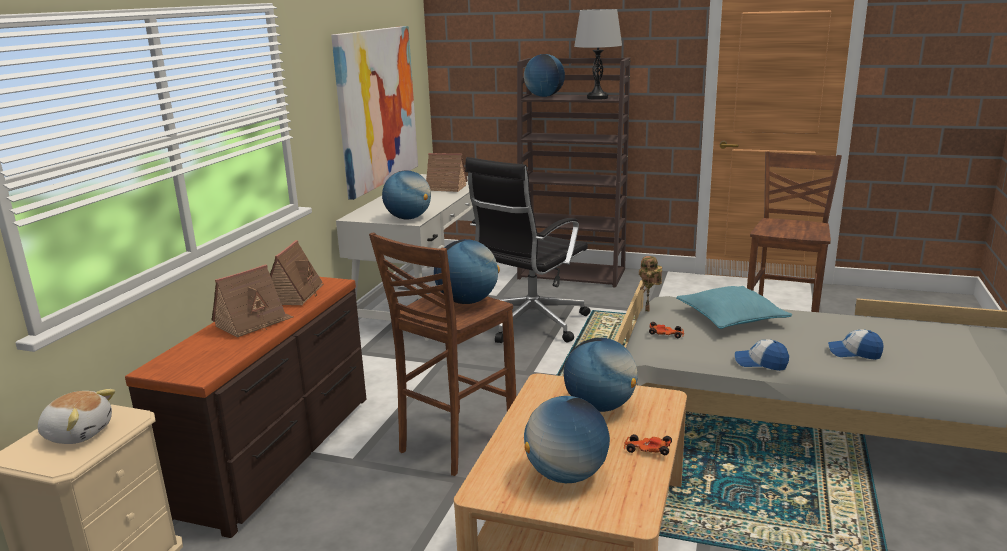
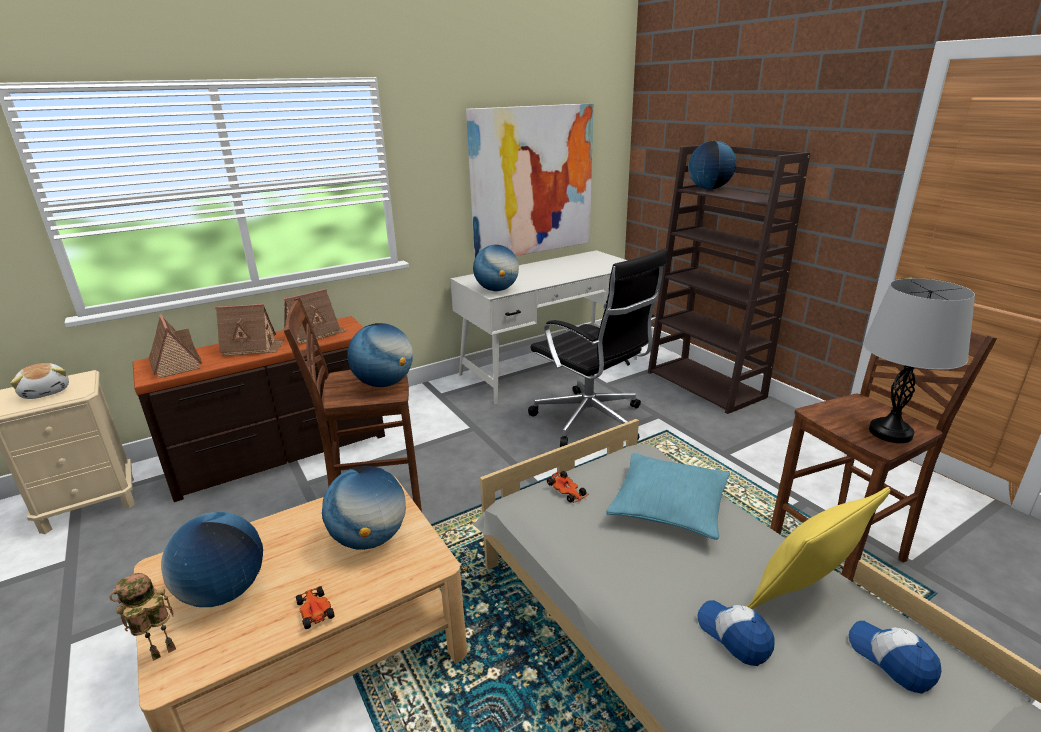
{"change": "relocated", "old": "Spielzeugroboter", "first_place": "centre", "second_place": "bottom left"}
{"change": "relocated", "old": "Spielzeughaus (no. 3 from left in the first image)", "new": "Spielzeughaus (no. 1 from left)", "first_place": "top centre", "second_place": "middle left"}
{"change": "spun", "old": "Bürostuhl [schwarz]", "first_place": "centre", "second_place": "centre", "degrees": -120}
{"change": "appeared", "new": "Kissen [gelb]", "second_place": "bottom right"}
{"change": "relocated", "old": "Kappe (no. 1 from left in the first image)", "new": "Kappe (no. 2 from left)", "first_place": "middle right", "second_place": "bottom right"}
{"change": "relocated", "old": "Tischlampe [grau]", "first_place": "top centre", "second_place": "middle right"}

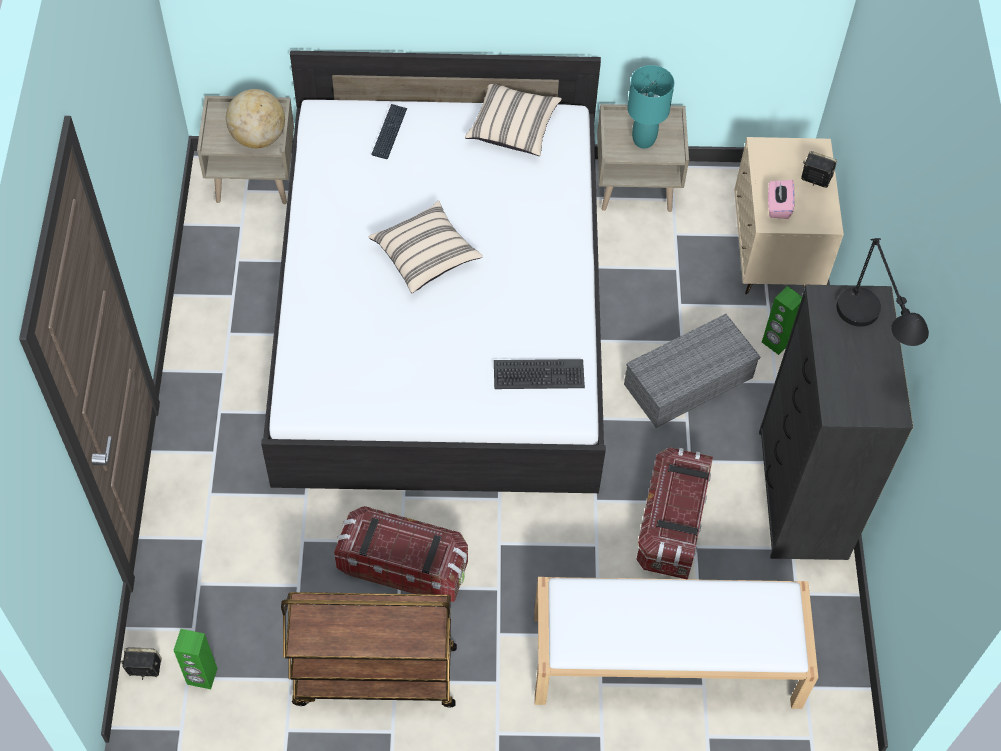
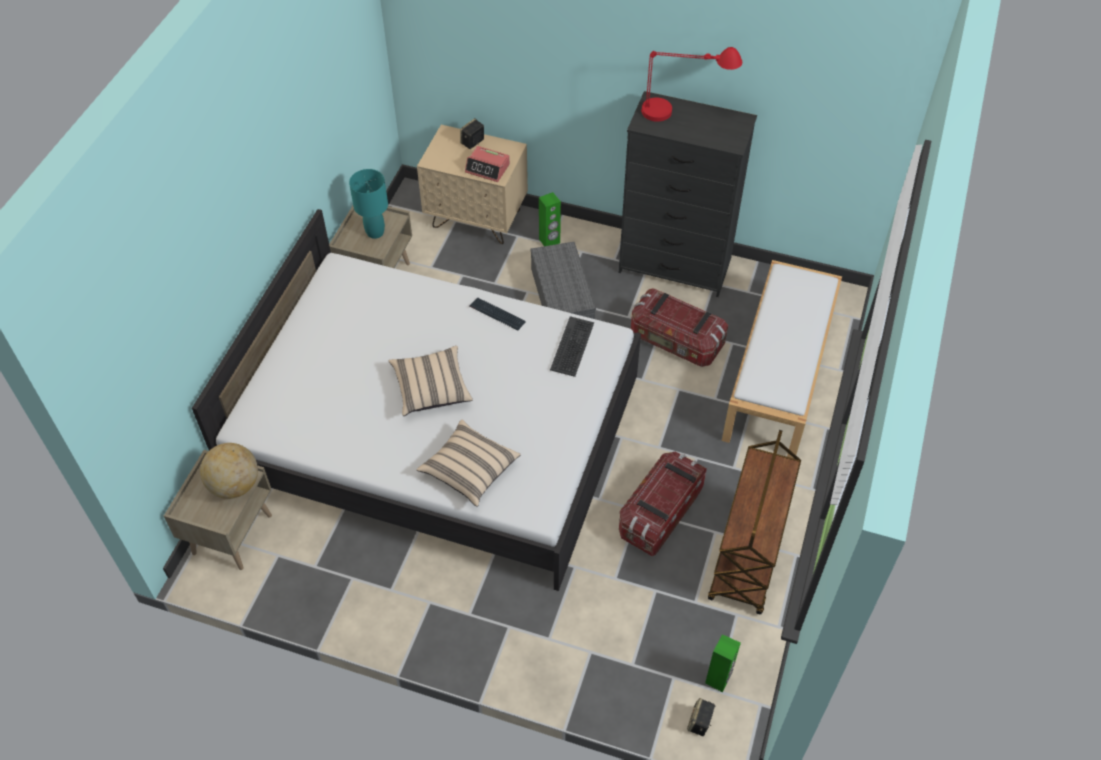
{"change": "relocated", "old": "Kissen [beige] (no. 2 from left)", "first_place": "top centre", "second_place": "centre"}
{"change": "exchanged", "old": "Taschentuchbox [rosa]", "new": "Wecker", "first_place": "top right", "second_place": "top centre"}
{"change": "relocated", "old": "Tastatur (no. 1 from left)", "first_place": "top centre", "second_place": "centre"}
{"change": "colour", "old": "Tischlampe [schwarz]", "new": "Tischlampe [rot]", "first_place": "middle right", "second_place": "top centre"}

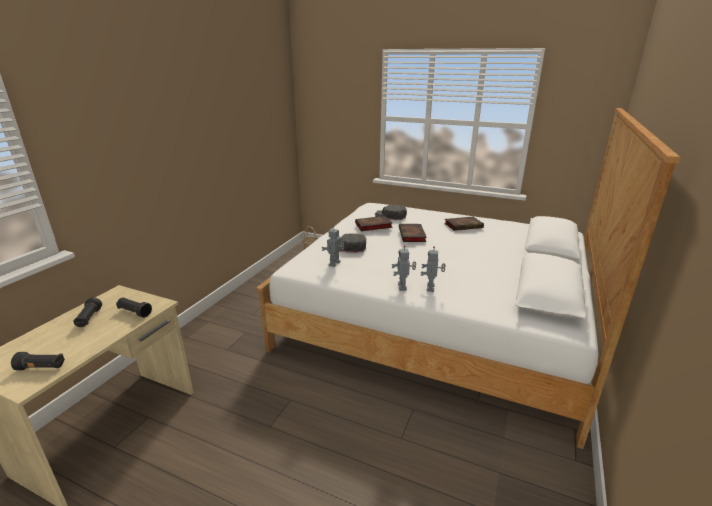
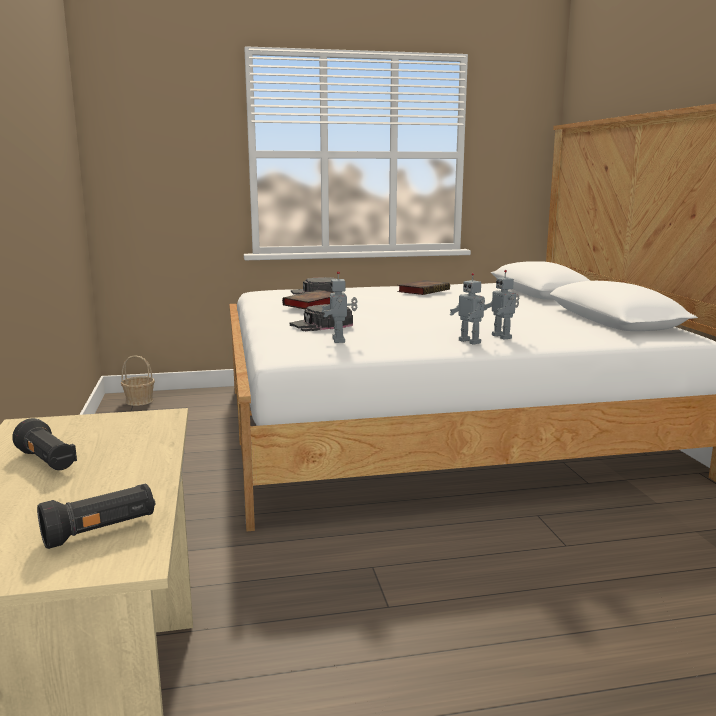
{"change": "missing", "old": "Taschenlampe [schwarz] (no. 3 from left)", "first_place": "middle left"}
{"change": "missing", "old": "Buch (no. 2 from left)", "first_place": "centre"}

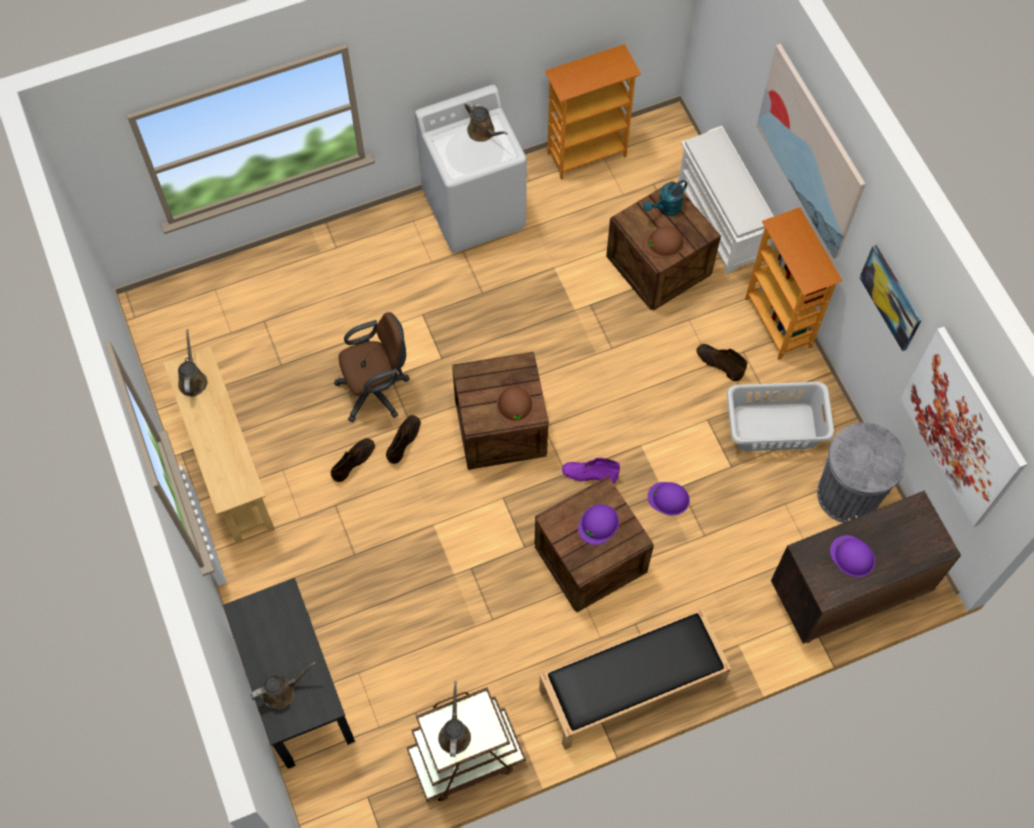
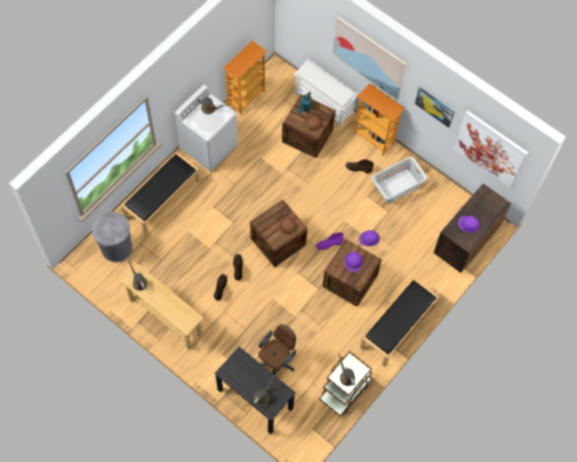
{"change": "relocated", "old": "Mülleimer [grau]", "first_place": "middle right", "second_place": "middle left"}
{"change": "appeared", "new": "Bank [schwarz] (no. 1 from left)", "second_place": "middle left"}
{"change": "relocated", "old": "Bürostuhl [braun]", "first_place": "centre", "second_place": "bottom centre"}

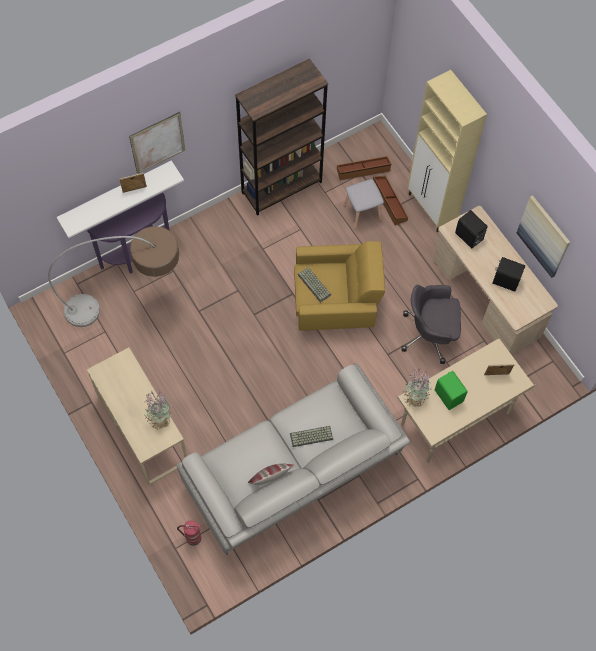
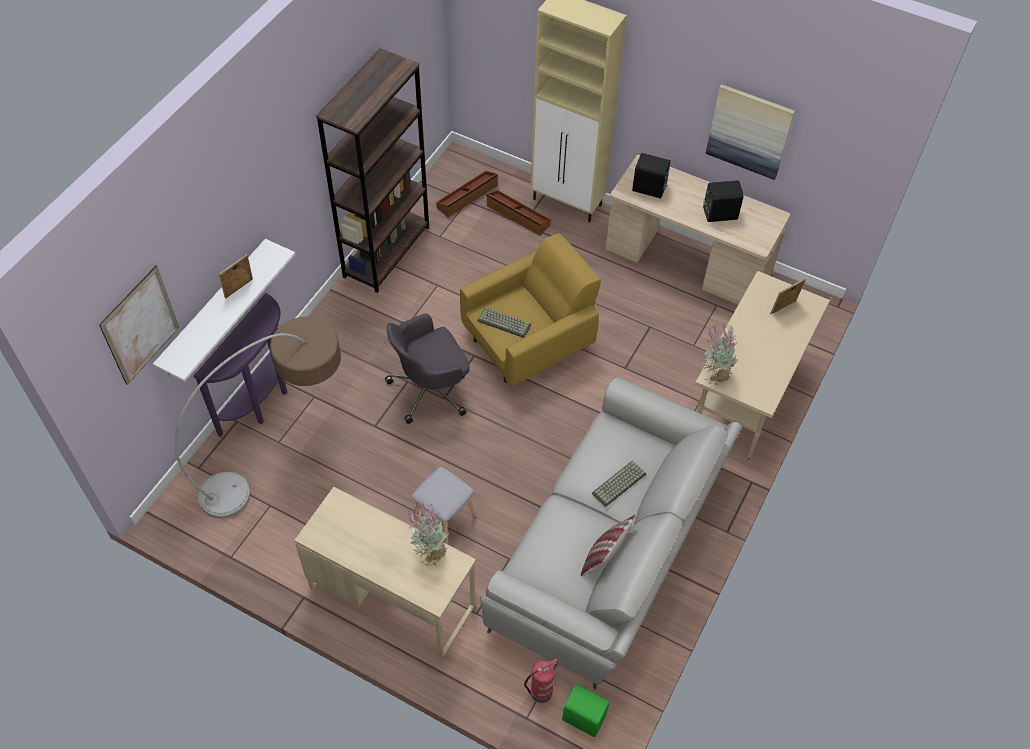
{"change": "relocated", "old": "Bild (no. 1 from left)", "first_place": "top left", "second_place": "middle left"}
{"change": "relocated", "old": "Bürostuhl [grau]", "first_place": "middle right", "second_place": "centre"}
{"change": "relocated", "old": "Hocker [grau]", "first_place": "top centre", "second_place": "bottom centre"}
{"change": "relocated", "old": "Lautsprecher [grün]", "first_place": "middle right", "second_place": "bottom centre"}

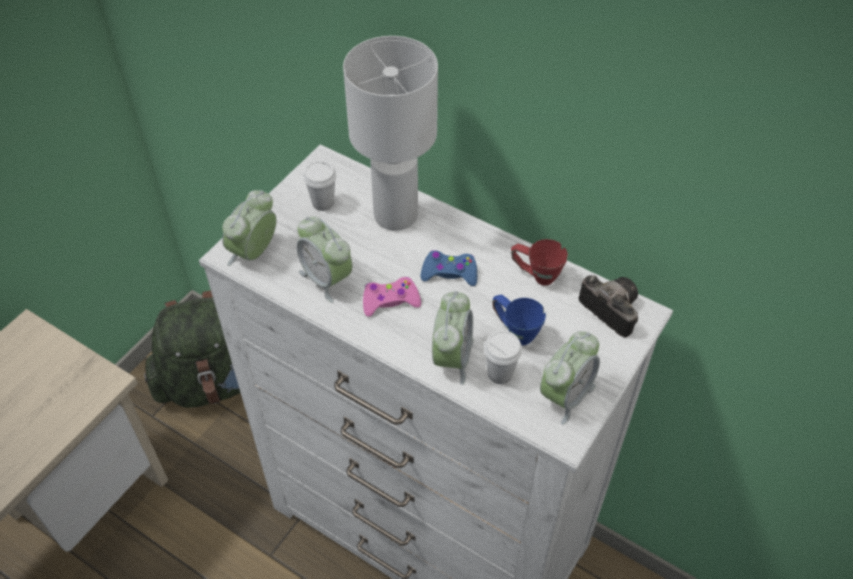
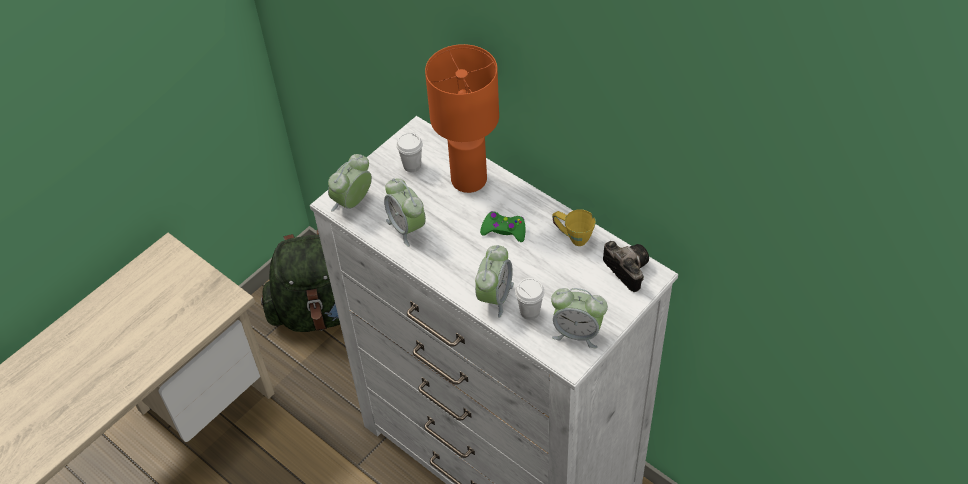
{"change": "colour", "old": "Tischlampe [weiß]", "new": "Tischlampe [orange]", "first_place": "top centre", "second_place": "top centre"}
{"change": "colour", "old": "Gamepad [blau]", "new": "Gamepad [grün]", "first_place": "centre", "second_place": "centre"}
{"change": "spun", "old": "Wecker (no. 4 from left)", "first_place": "middle right", "second_place": "centre", "degrees": 60}
{"change": "colour", "old": "Henkelbecher [rot]", "new": "Henkelbecher [gelb]", "first_place": "centre", "second_place": "centre"}
{"change": "missing", "old": "Gamepad [rosa]", "first_place": "centre"}
{"change": "missing", "old": "Henkelbecher [blau]", "first_place": "centre"}

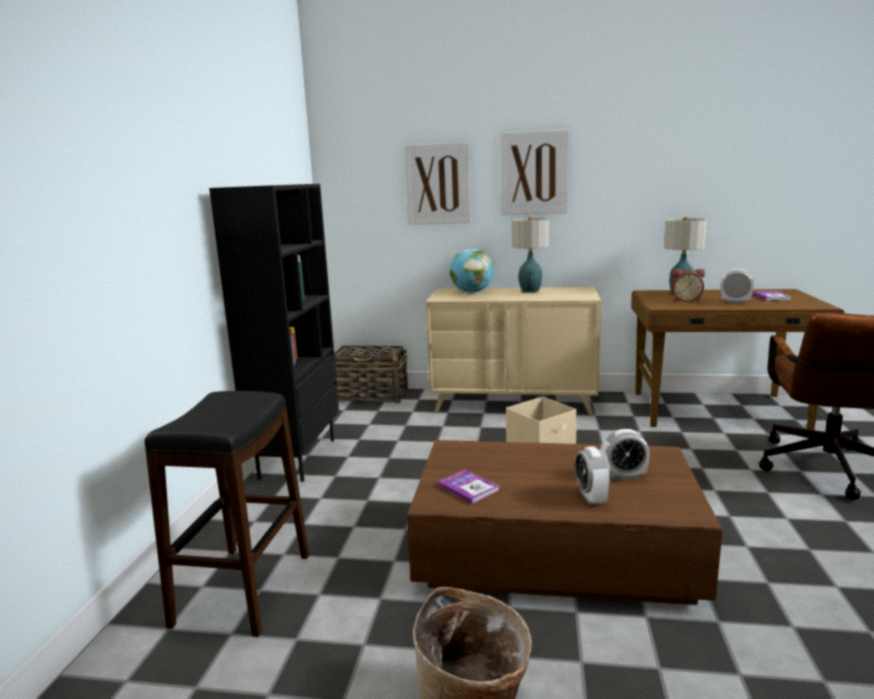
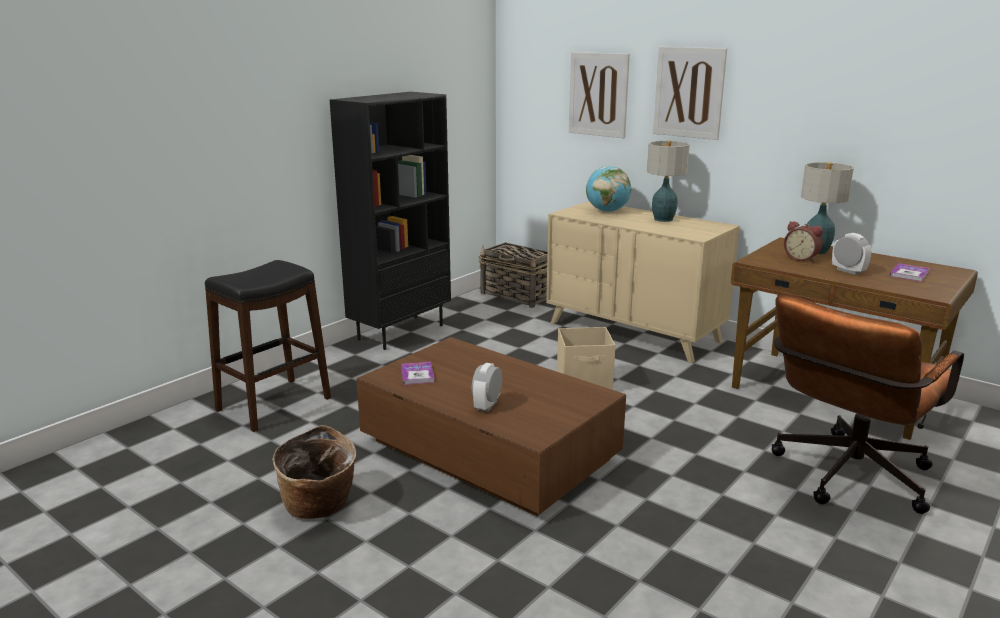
{"change": "missing", "old": "Wecker (no. 2 from left)", "first_place": "middle right"}

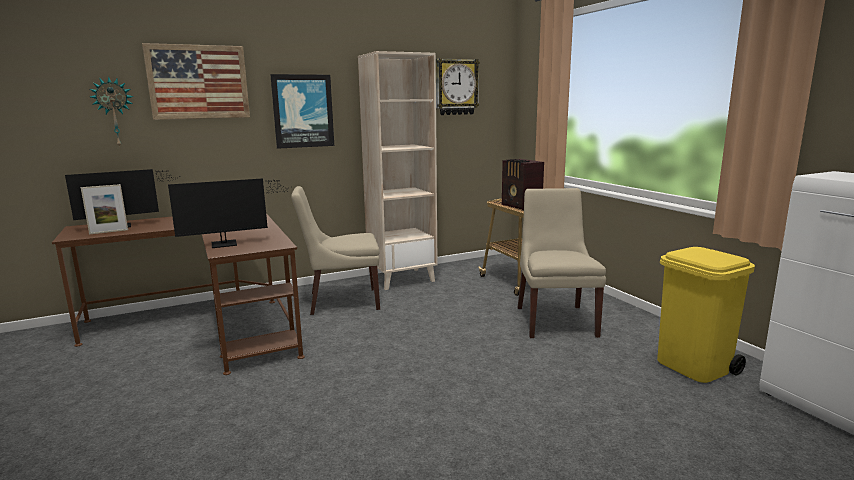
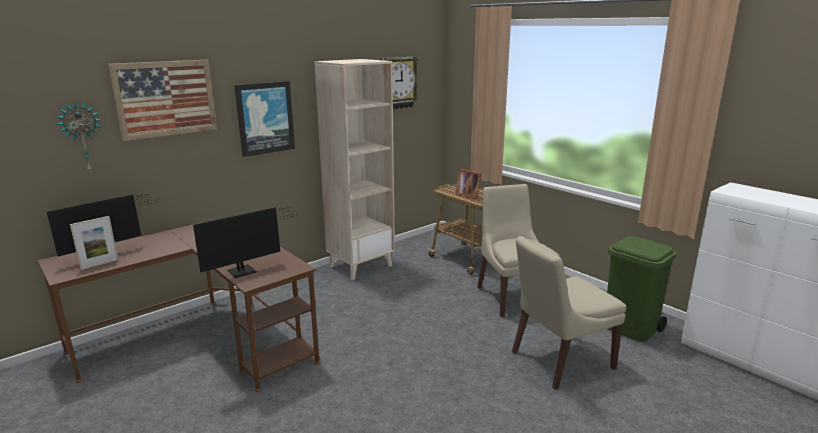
{"change": "exchanged", "old": "Radio", "new": "Bilderrahmen (no. 2 from left)", "first_place": "centre", "second_place": "centre"}
{"change": "relocated", "old": "Stuhl [beige] (no. 1 from left in the first image)", "new": "Stuhl [beige] (no. 2 from left)", "first_place": "centre", "second_place": "bottom right"}
{"change": "colour", "old": "Mülleimer [gelb]", "new": "Mülleimer [grün]", "first_place": "middle right", "second_place": "bottom right"}

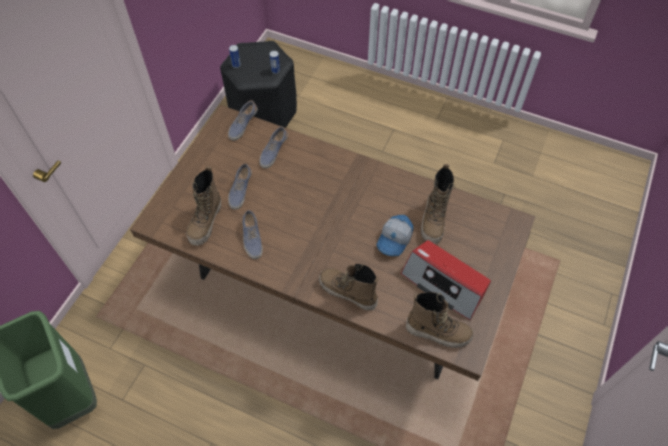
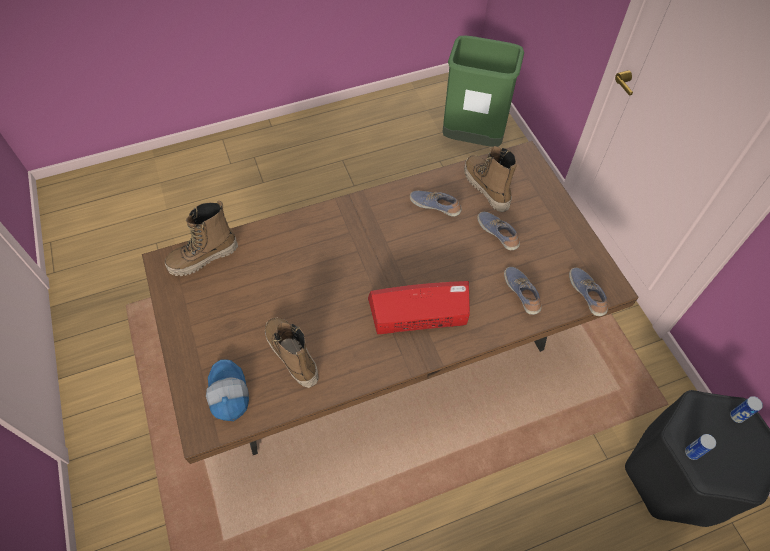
{"change": "relocated", "old": "Kappe", "first_place": "centre", "second_place": "bottom left"}
{"change": "relocated", "old": "Radio", "first_place": "middle right", "second_place": "centre"}
{"change": "missing", "old": "Stiefel (no. 2 from left)", "first_place": "centre"}

